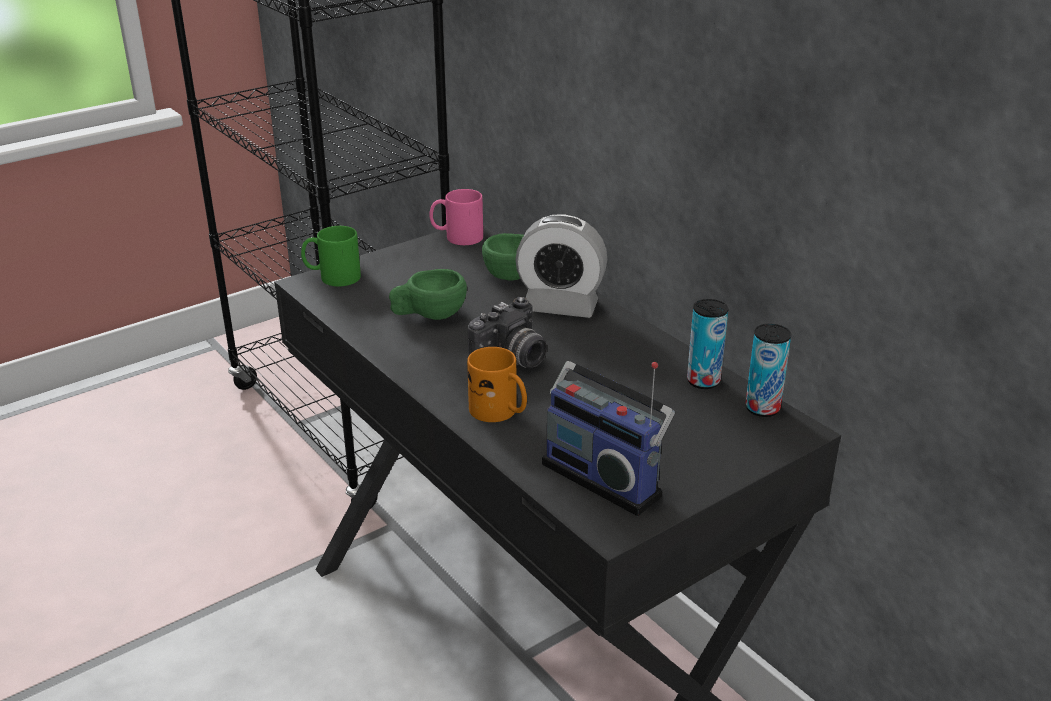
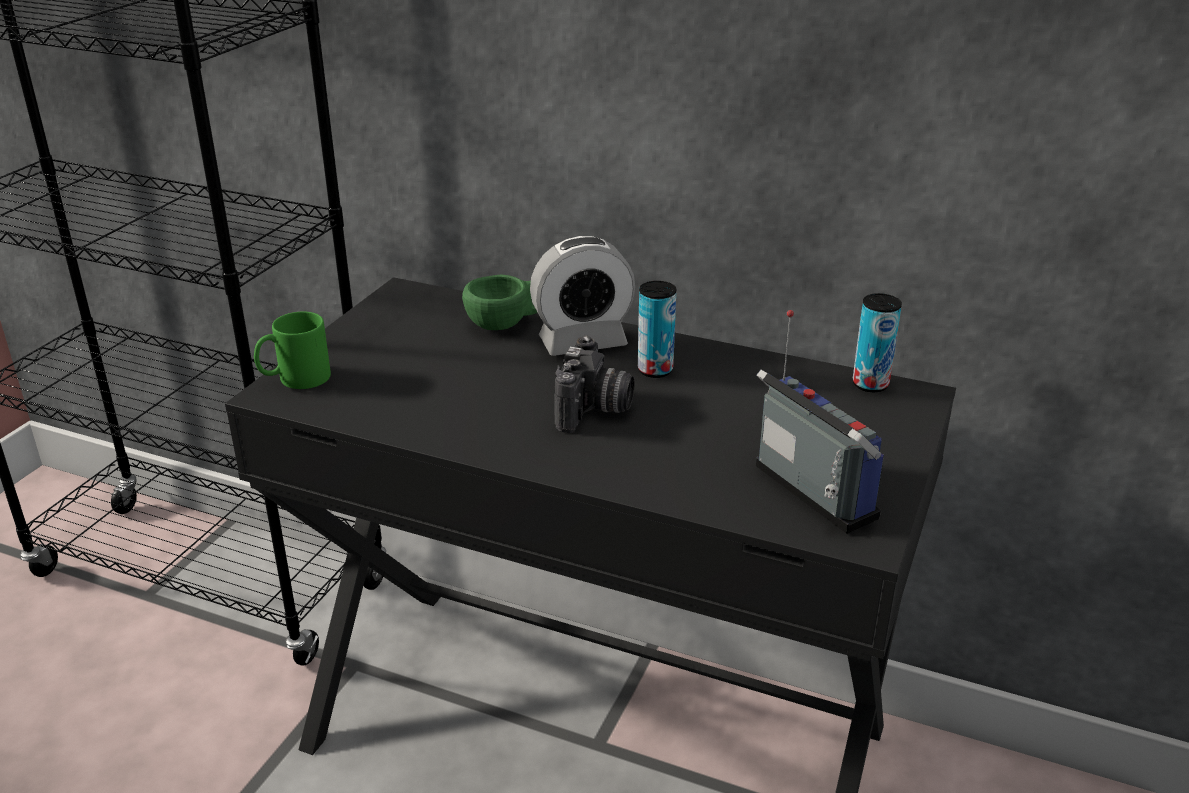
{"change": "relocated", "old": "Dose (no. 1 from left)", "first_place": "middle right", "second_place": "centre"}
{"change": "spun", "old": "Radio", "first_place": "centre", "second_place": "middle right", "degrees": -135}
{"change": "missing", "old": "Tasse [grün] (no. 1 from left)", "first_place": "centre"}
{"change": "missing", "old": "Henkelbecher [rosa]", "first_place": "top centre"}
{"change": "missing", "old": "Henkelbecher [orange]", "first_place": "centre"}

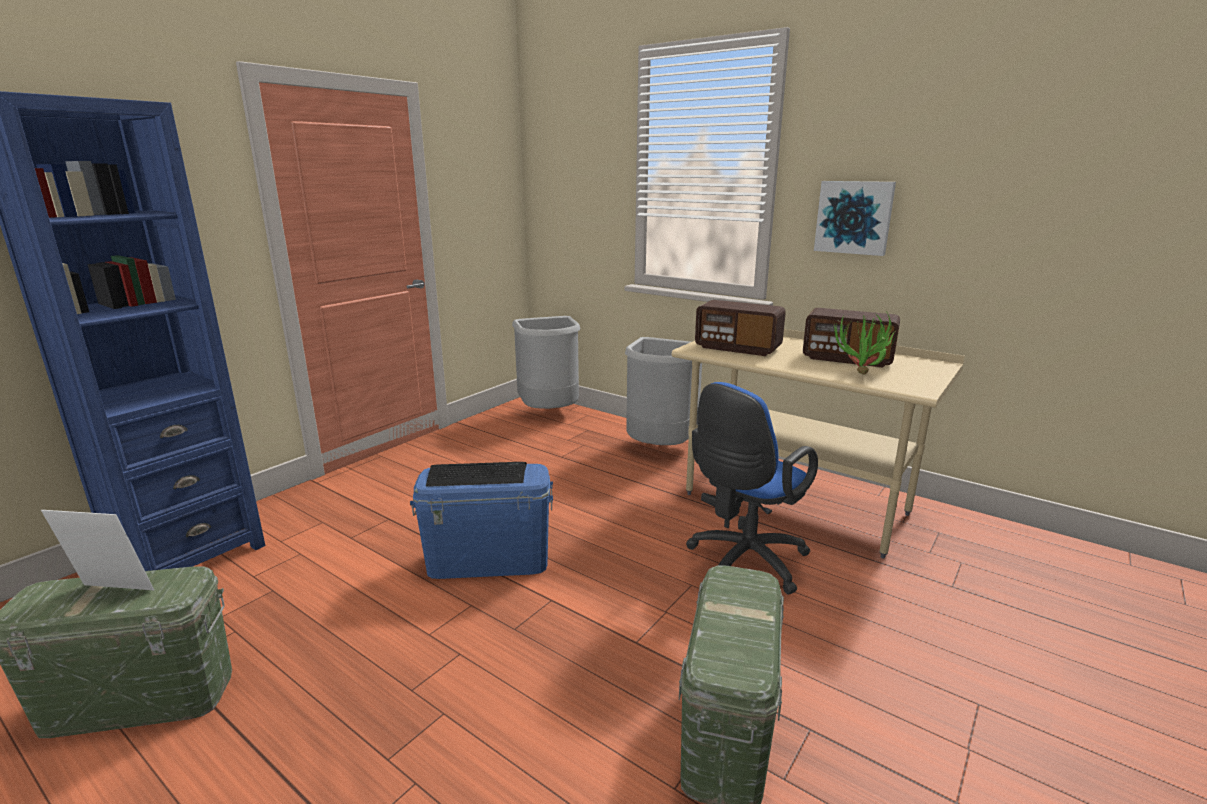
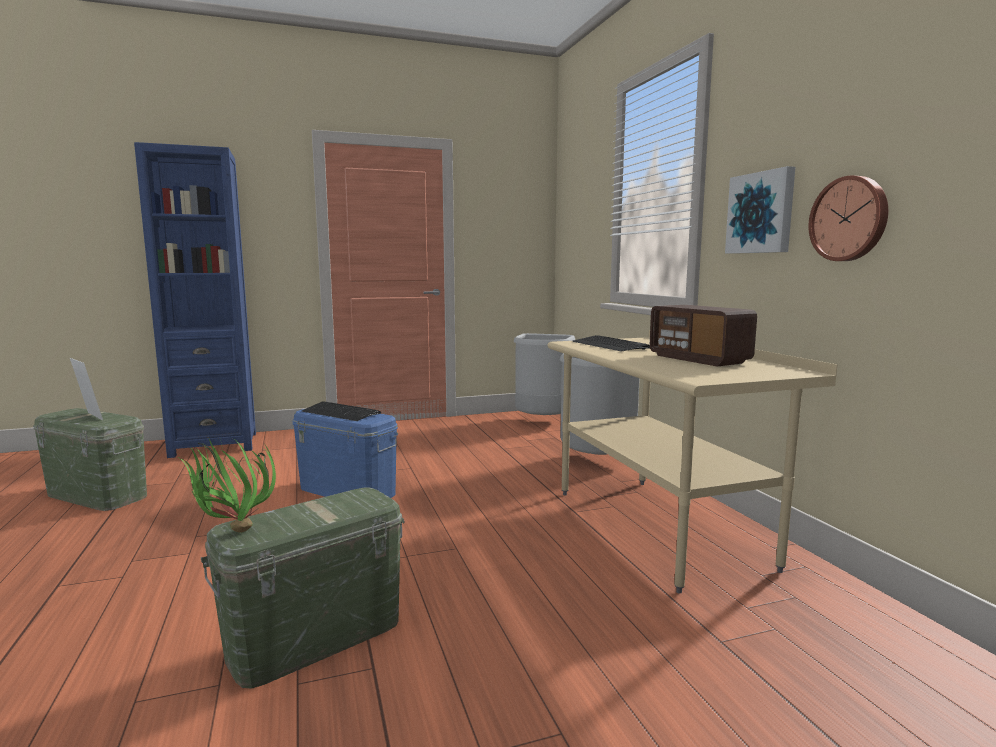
{"change": "relocated", "old": "Topfpflanze", "first_place": "middle right", "second_place": "middle left"}
{"change": "exchanged", "old": "Radio (no. 1 from left)", "new": "Tastatur (no. 2 from left)", "first_place": "centre", "second_place": "centre"}
{"change": "appeared", "new": "Wanduhr", "second_place": "top right"}
{"change": "missing", "old": "Bürostuhl [blau]", "first_place": "centre"}

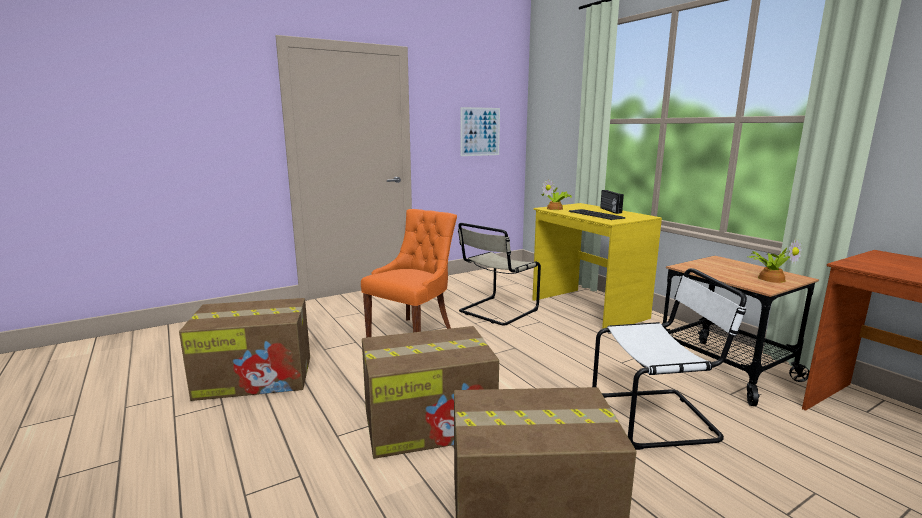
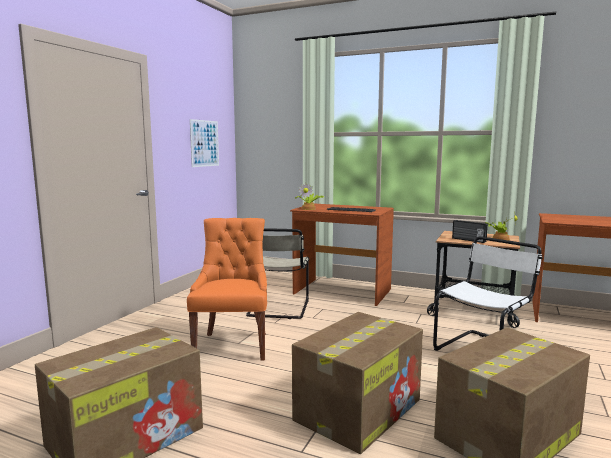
{"change": "colour", "old": "Schreibtisch [gelb]", "new": "Schreibtisch [braun] (no. 1 from left)", "first_place": "centre", "second_place": "centre"}
{"change": "relocated", "old": "Radio", "first_place": "centre", "second_place": "middle right"}

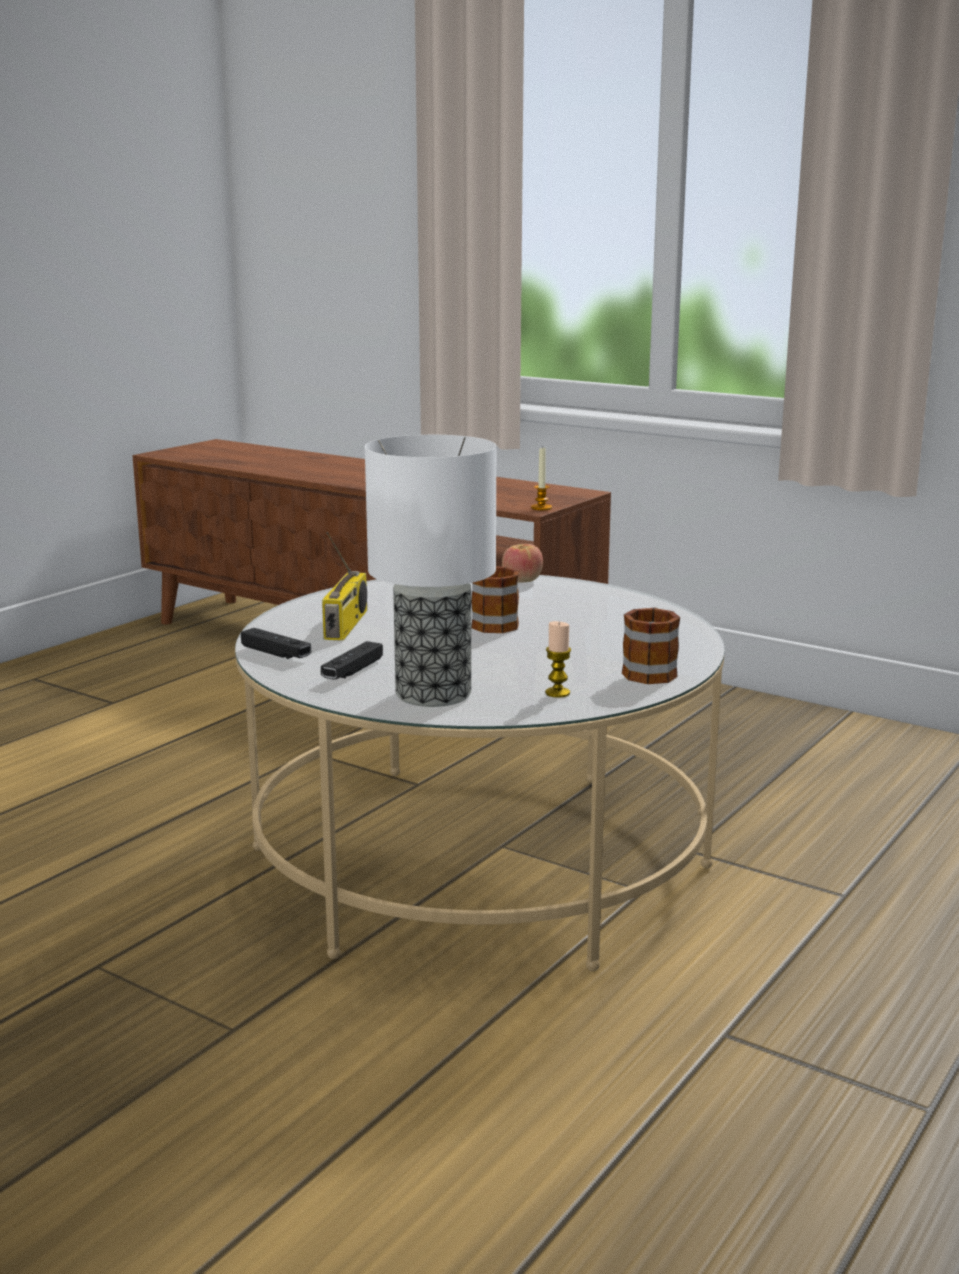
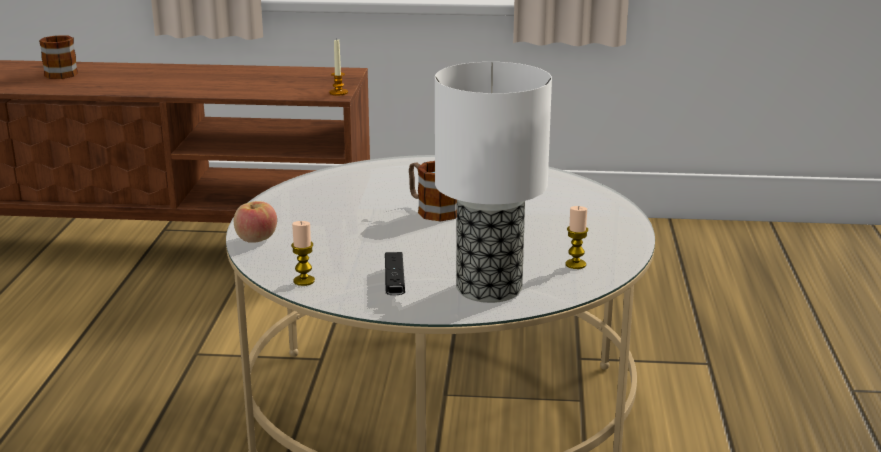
{"change": "relocated", "old": "Henkelbecher (no. 2 from left in the first image)", "new": "Henkelbecher (no. 1 from left)", "first_place": "middle right", "second_place": "top left"}
{"change": "relocated", "old": "Apfel", "first_place": "centre", "second_place": "middle left"}
{"change": "exchanged", "old": "Gamepad [schwarz] (no. 1 from left)", "new": "Kerze (no. 1 from left)", "first_place": "middle left", "second_place": "centre"}
{"change": "missing", "old": "Radio", "first_place": "centre"}

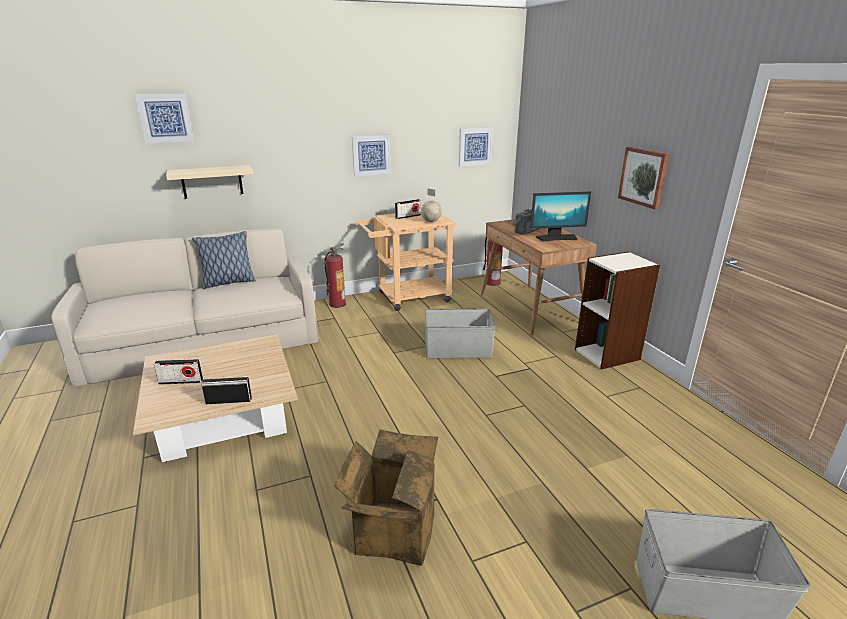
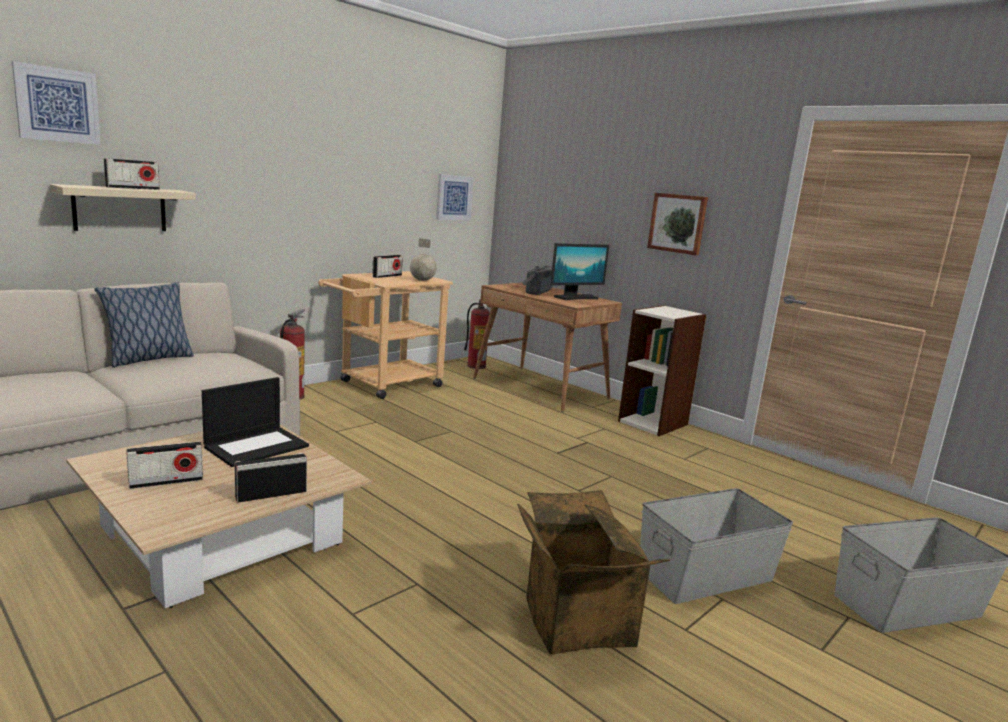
{"change": "appeared", "new": "Radio (no. 1 from left)", "second_place": "top left"}
{"change": "appeared", "new": "Laptop", "second_place": "middle left"}
{"change": "relocated", "old": "Aufbewahrungsbox [grau] (no. 1 from left)", "first_place": "centre", "second_place": "bottom right"}
{"change": "missing", "old": "Bild (no. 2 from left)", "first_place": "top centre"}

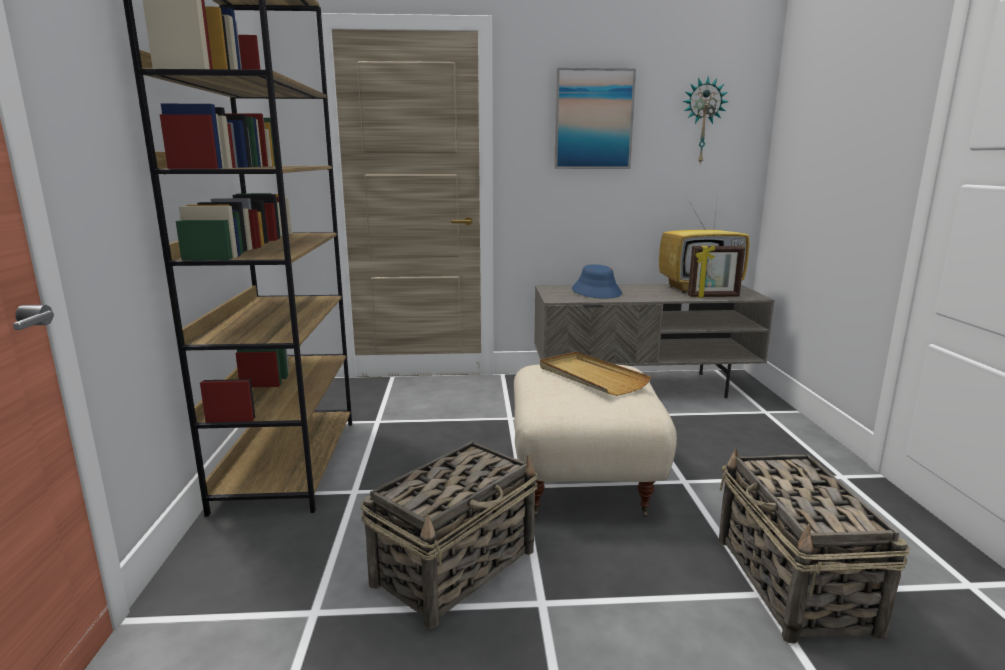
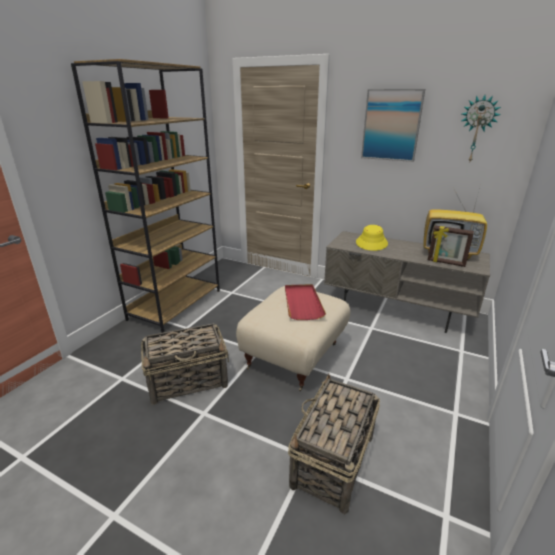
{"change": "colour", "old": "Tablett [beige]", "new": "Tablett [rot]", "first_place": "centre", "second_place": "centre"}
{"change": "colour", "old": "Hut [blau]", "new": "Hut [gelb]", "first_place": "centre", "second_place": "middle right"}

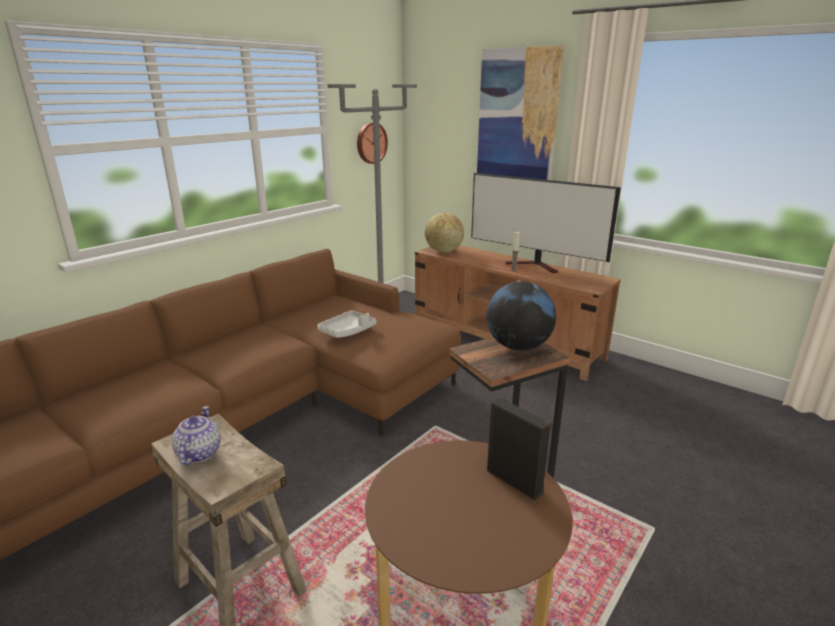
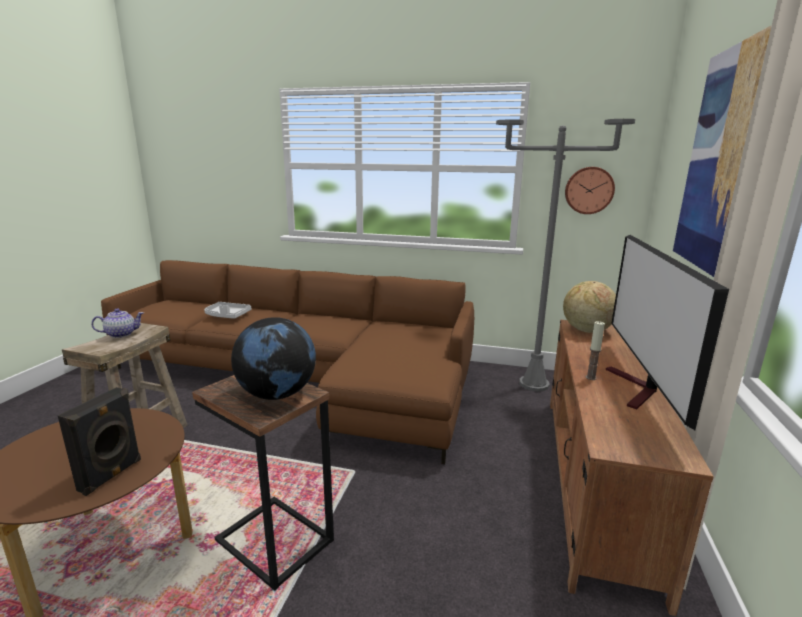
{"change": "relocated", "old": "Tablett [grau]", "first_place": "centre", "second_place": "middle left"}

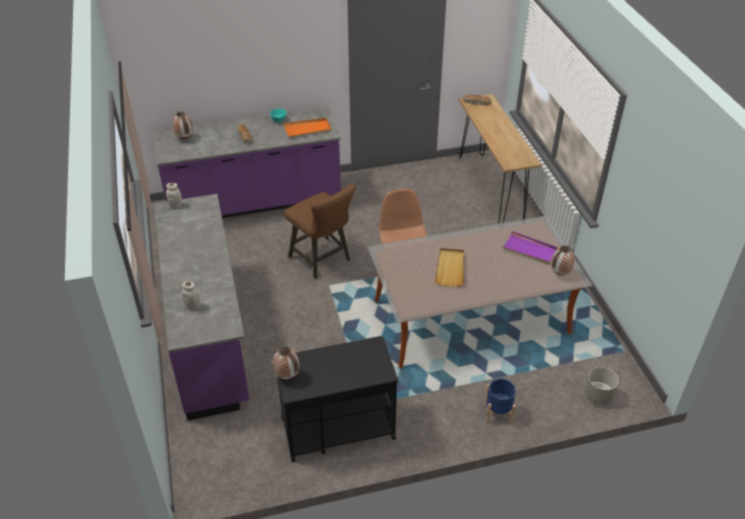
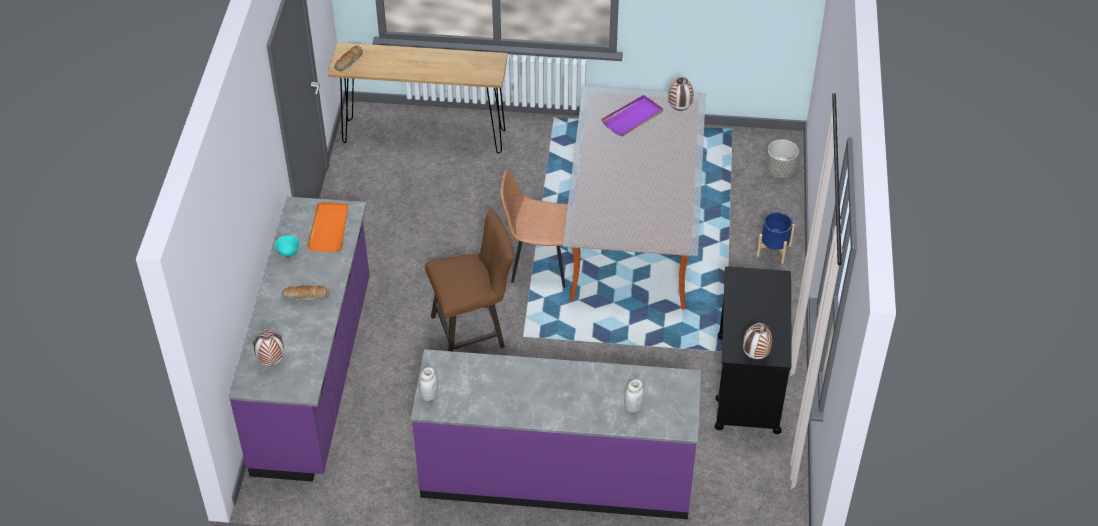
{"change": "missing", "old": "Tablett [beige]", "first_place": "centre"}

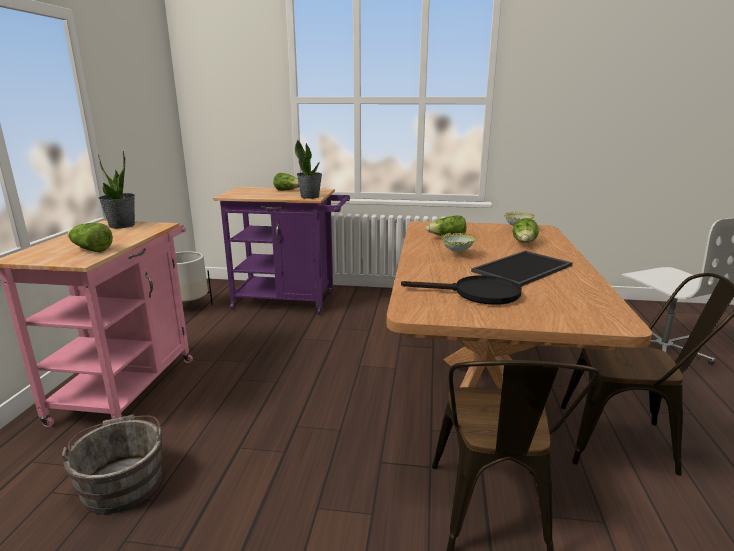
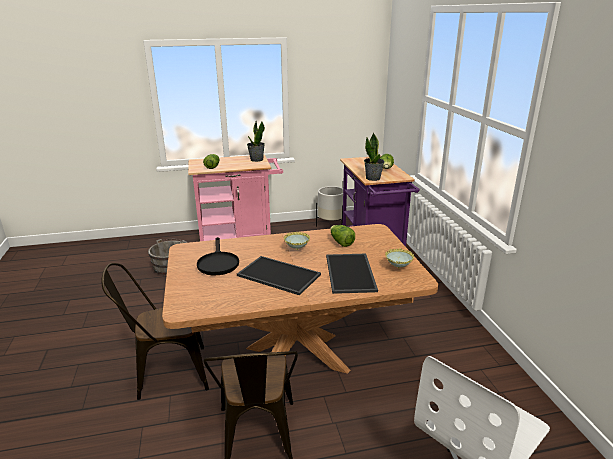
{"change": "exchanged", "old": "Salatkopf (no. 4 from left)", "new": "Tablett (no. 2 from left)", "first_place": "middle right", "second_place": "centre"}

